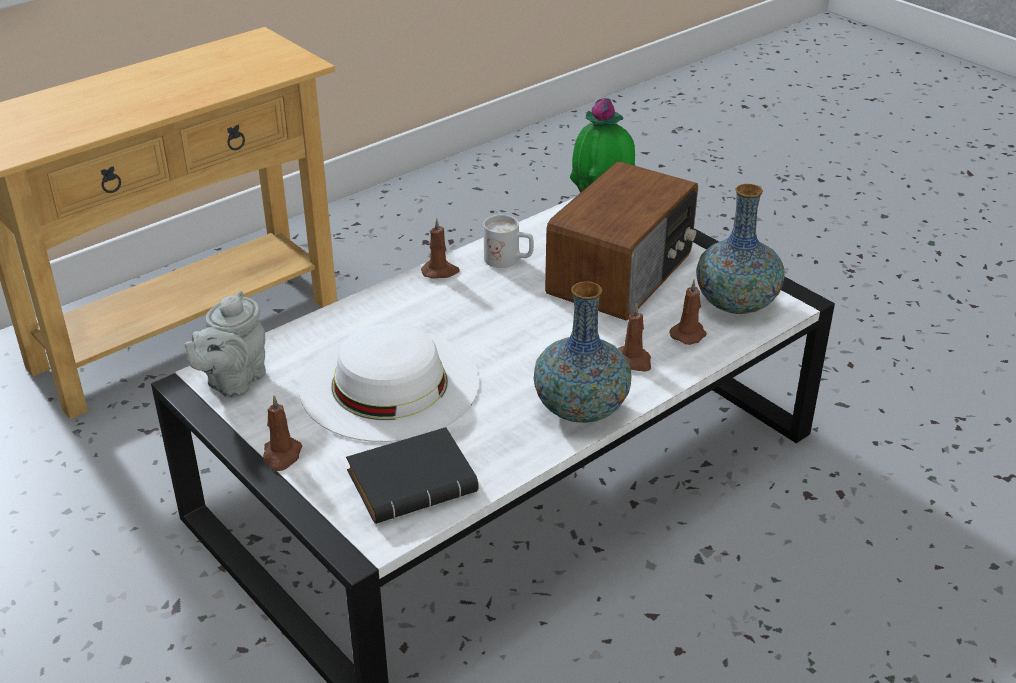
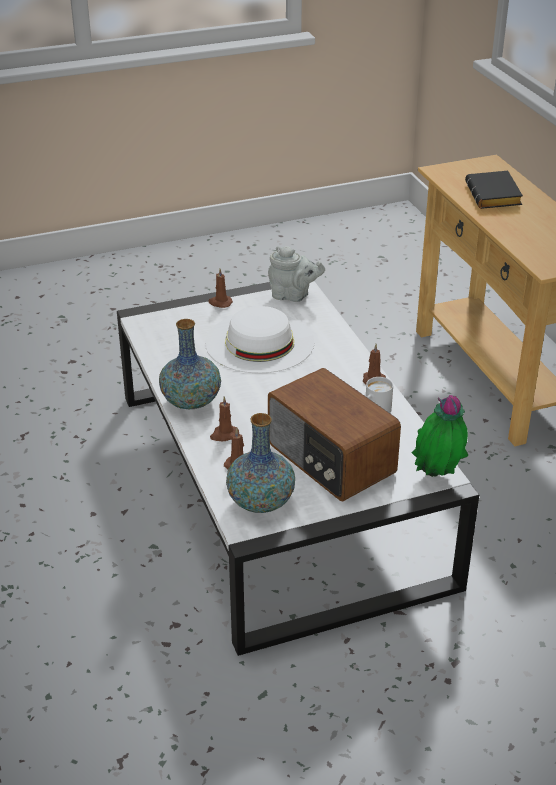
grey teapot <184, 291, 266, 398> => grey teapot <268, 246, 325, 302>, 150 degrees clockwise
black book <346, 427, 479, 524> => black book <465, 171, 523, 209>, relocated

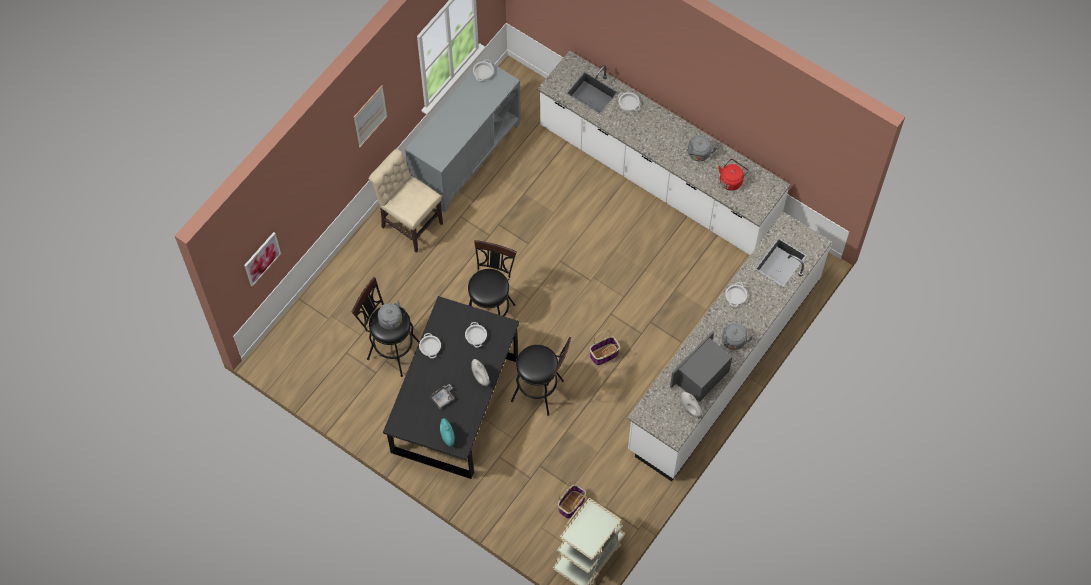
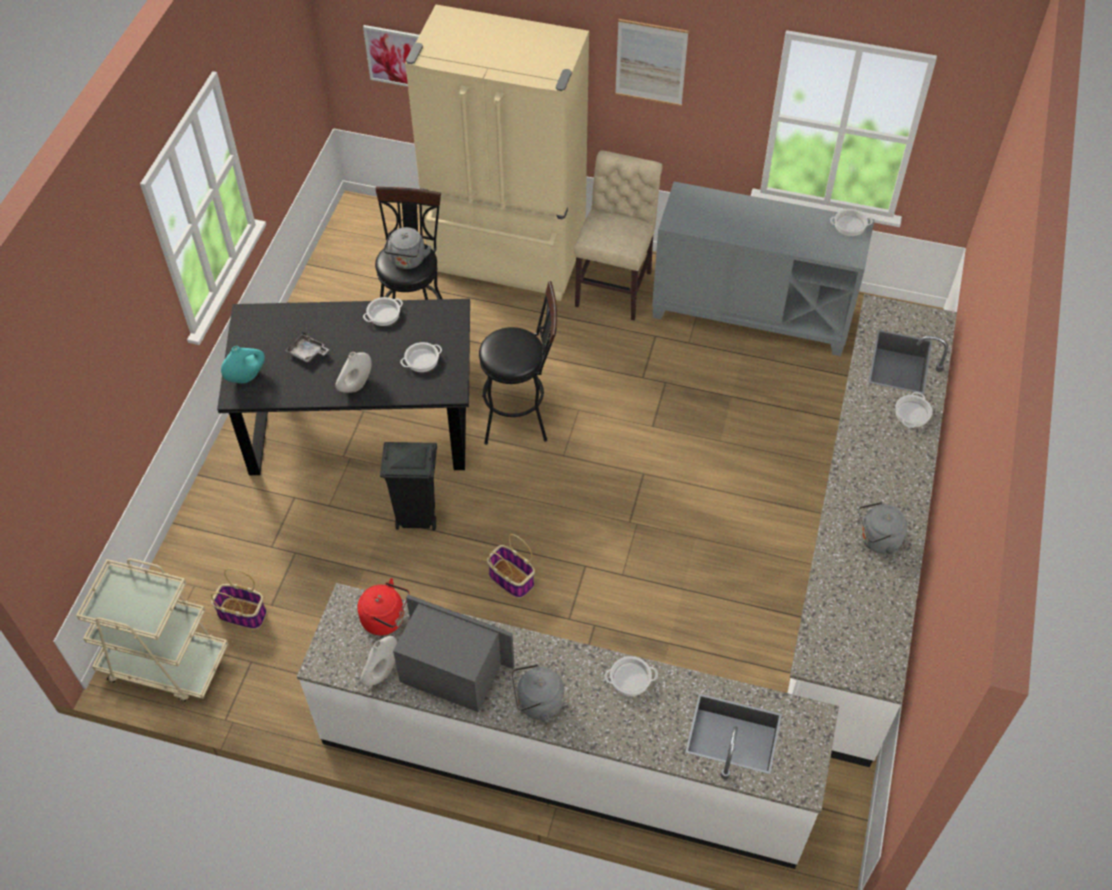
black stool <511, 337, 571, 416> => black trash can <380, 442, 437, 531>
red kettle <718, 159, 749, 191> => red kettle <357, 578, 410, 636>, relocated
nothing => beige fridge <405, 5, 589, 301>

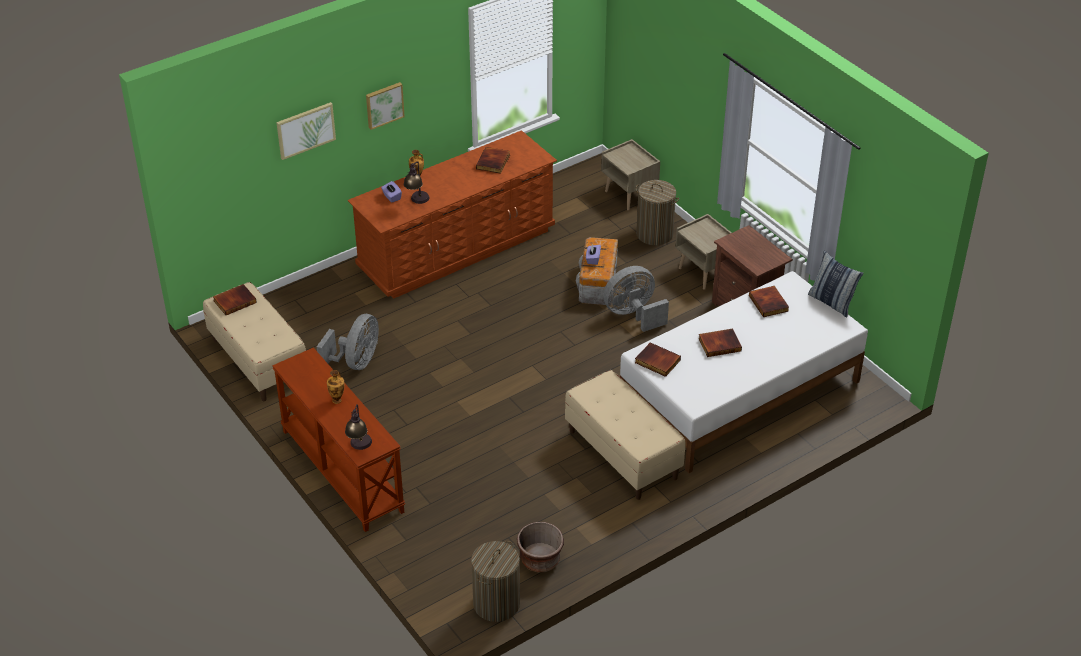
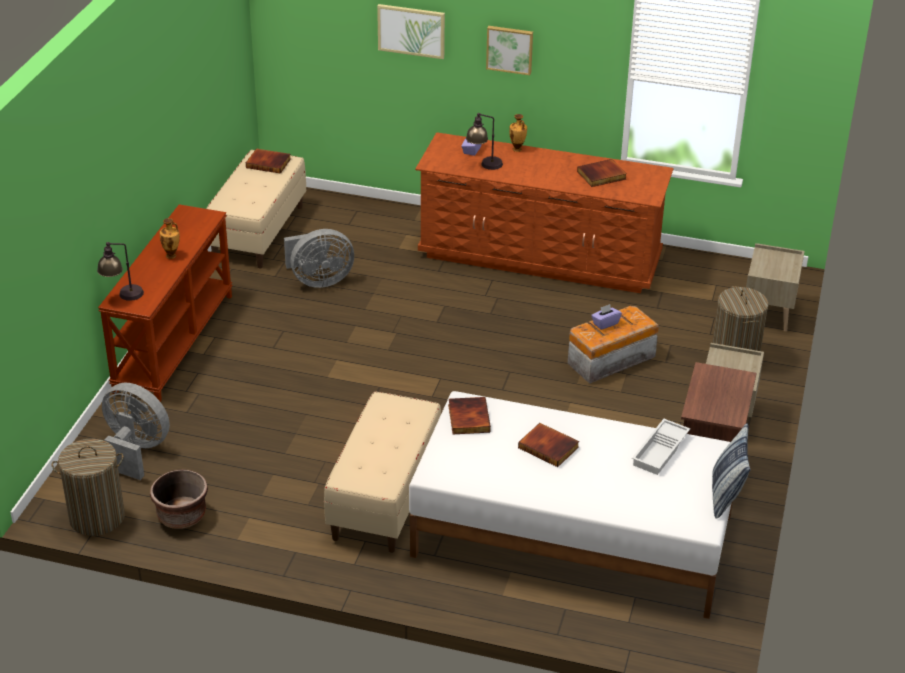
grey fan <603, 266, 669, 332> => grey fan <102, 383, 170, 480>, relocated
book <749, 286, 789, 317> => white tray <632, 419, 690, 475>

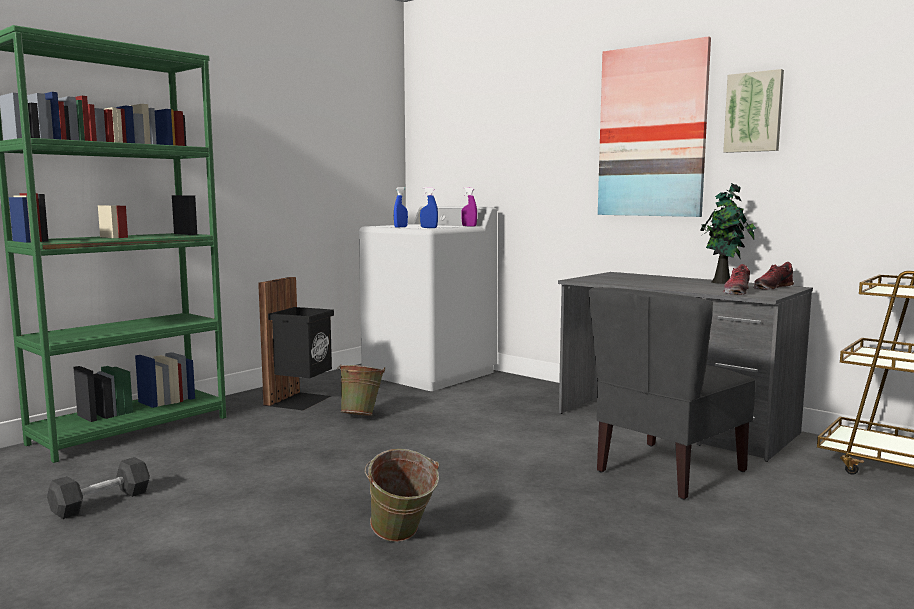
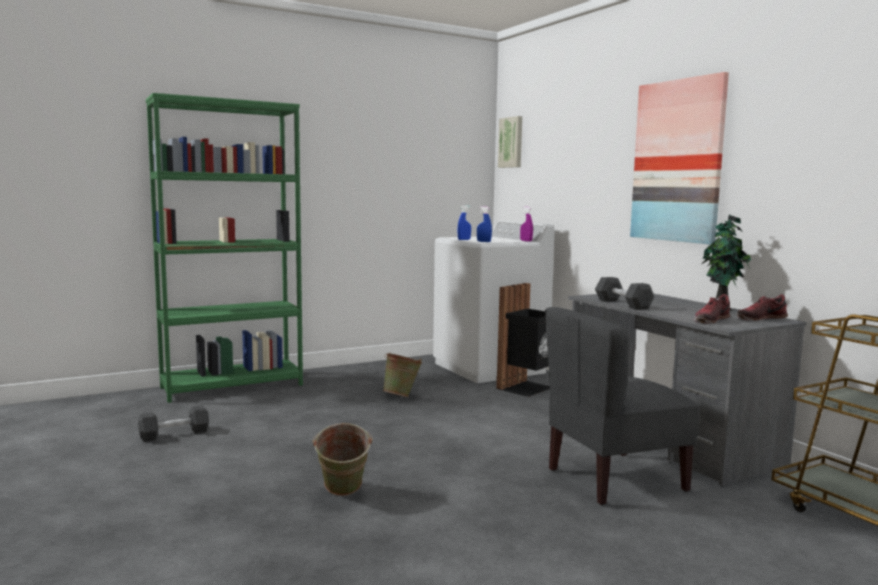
black trash can <258, 277, 334, 410> => black trash can <496, 283, 550, 397>, relocated
picture <723, 69, 784, 153> => picture <498, 116, 522, 168>, relocated
nothing => black dumbbell <595, 277, 655, 310>

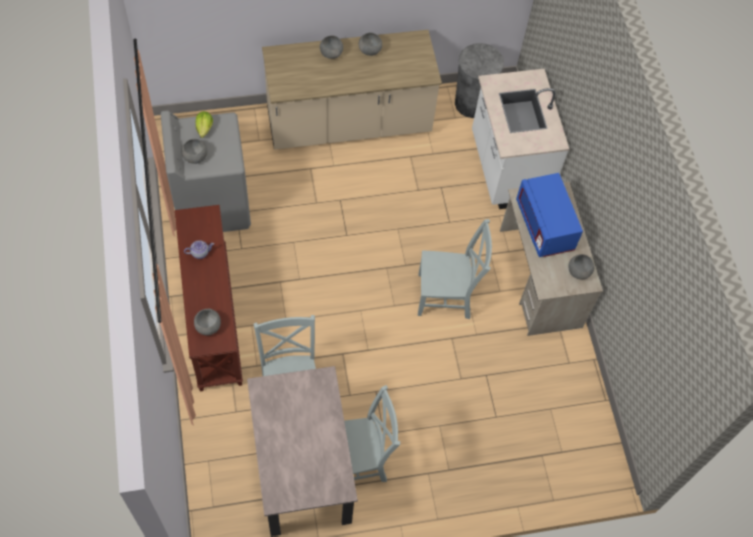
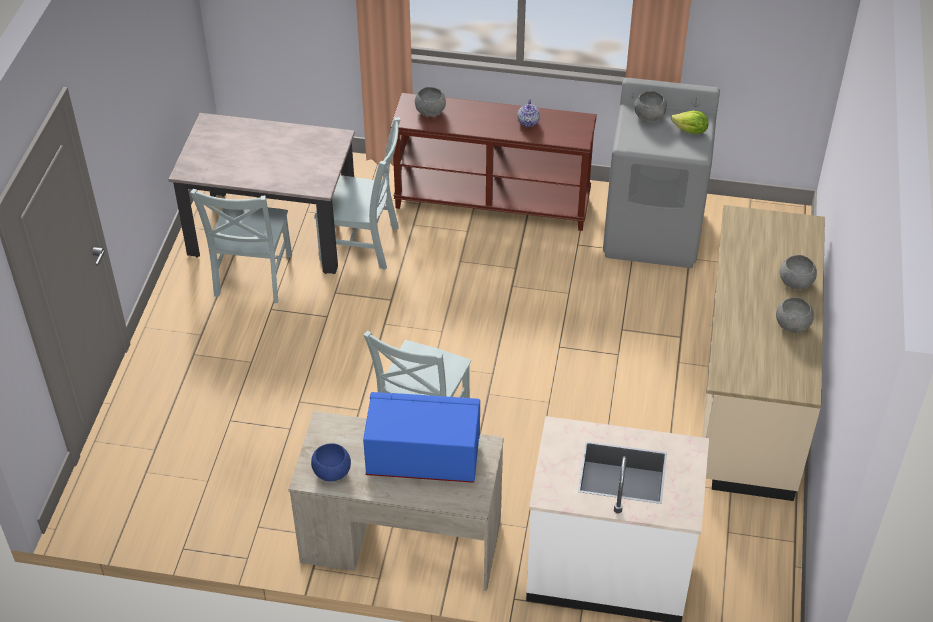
grey trash can <455, 43, 504, 118> => nothing
grey bowl <568, 254, 594, 279> => blue bowl <311, 443, 351, 482>

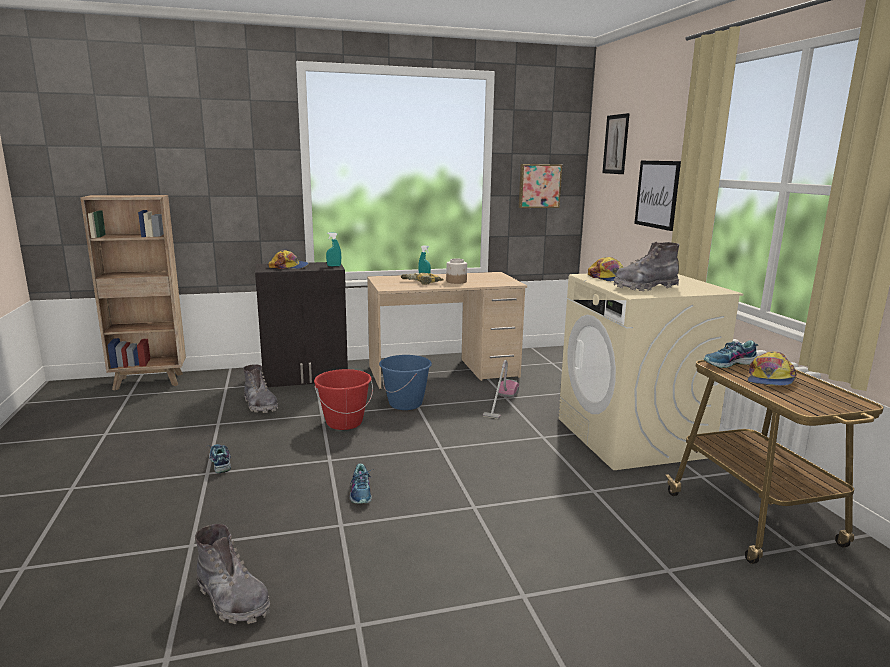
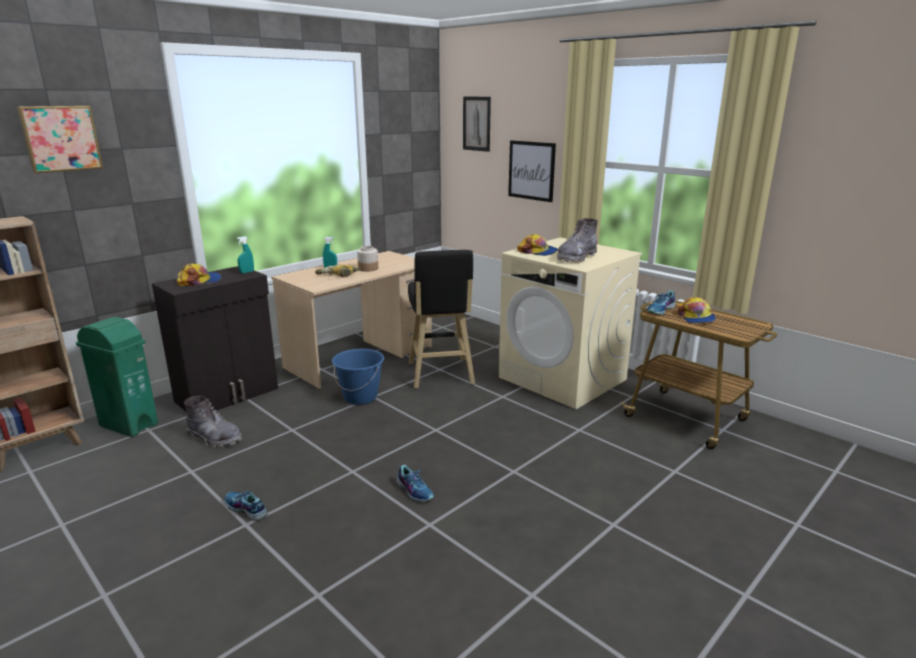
grey boot <195, 524, 270, 624> => nothing
red bucket <314, 369, 373, 430> => nothing
vacuum cleaner <483, 360, 519, 419> => black stool <408, 250, 475, 389>
picture <519, 164, 562, 208> => picture <17, 106, 103, 173>, relocated
nothing => green trash can <76, 317, 158, 437>

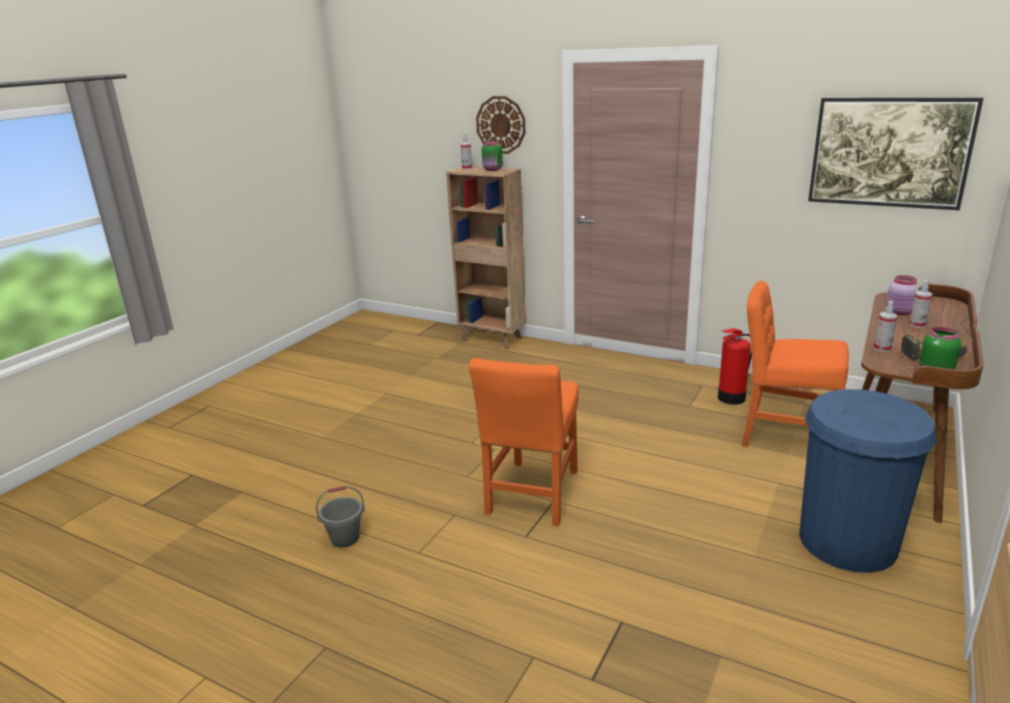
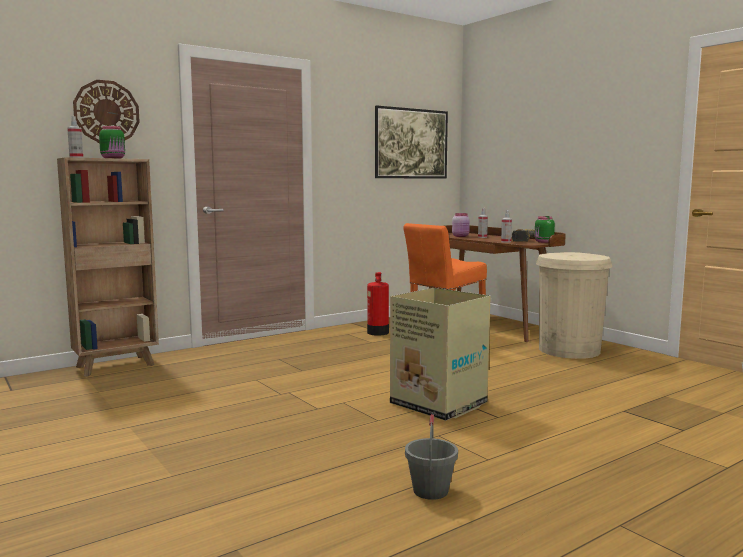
orange chair <469, 358, 579, 526> => cardboard box <390, 288, 491, 421>
blue trash can <799, 389, 937, 573> => beige trash can <536, 252, 612, 359>

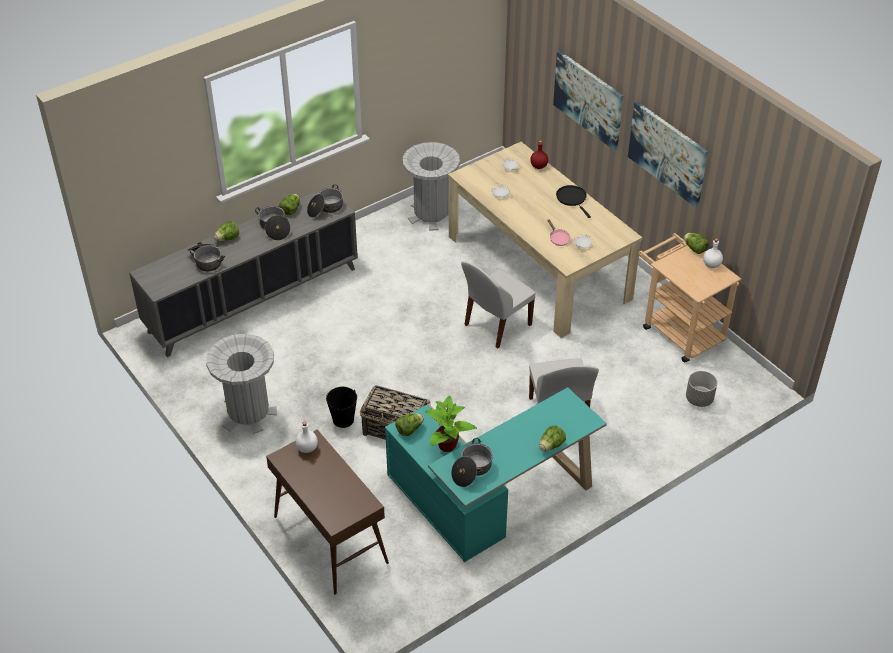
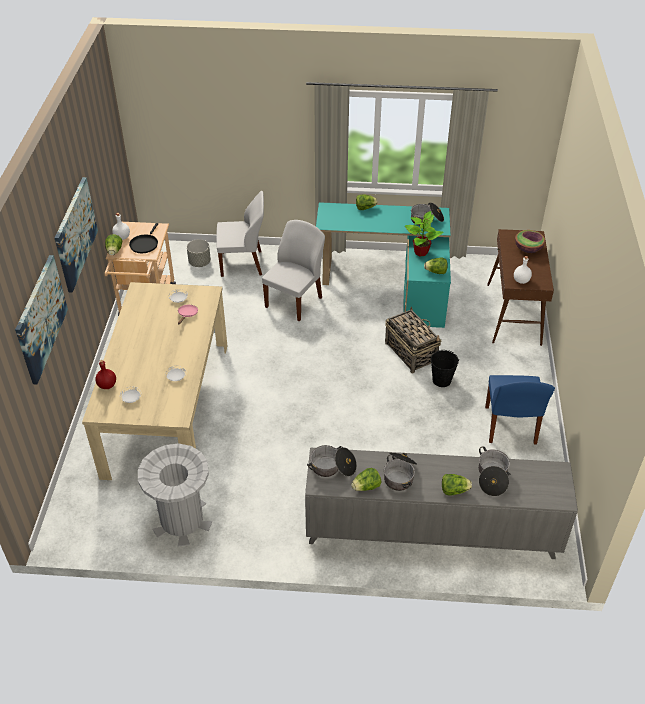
grey trash can <206, 334, 277, 434> => blue chair <485, 375, 555, 444>
white chair <461, 261, 535, 348> => white chair <216, 191, 264, 277>, relocated
black frying pan <556, 185, 591, 218> => black frying pan <129, 223, 158, 253>, relocated
nothing => bowl <515, 230, 545, 253>

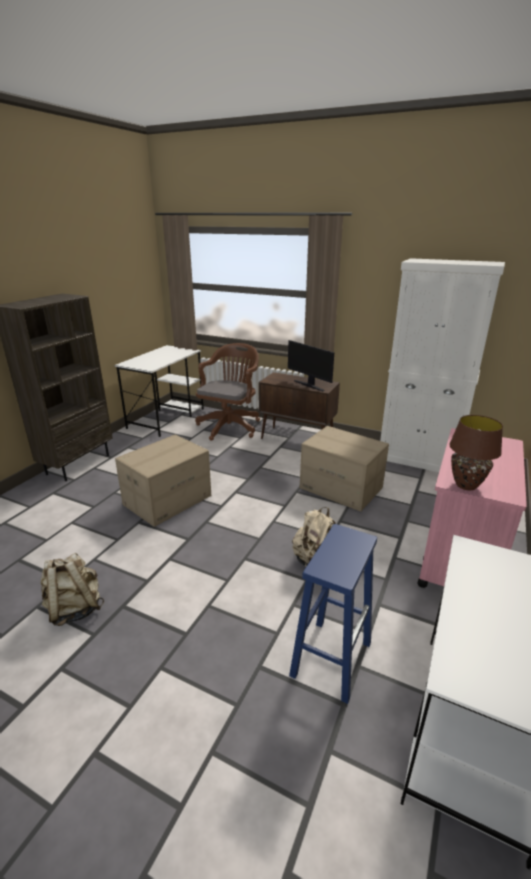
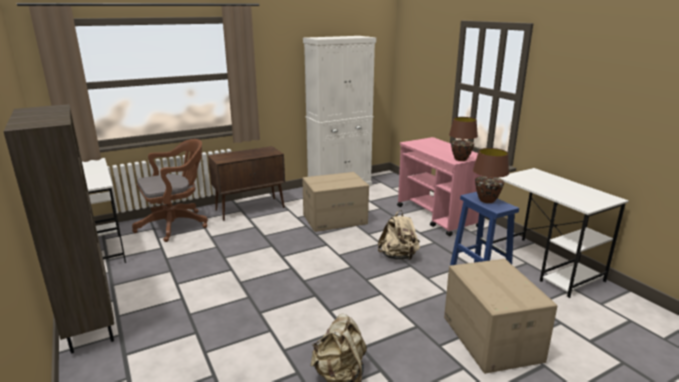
cardboard box <115, 434, 211, 527> => cardboard box <444, 259, 558, 374>, relocated
brown office chair <195, 343, 260, 441> => brown office chair <132, 139, 208, 242>, 90 degrees clockwise
monitor <288, 340, 334, 392> => nothing
nothing => brown table lamp <473, 148, 509, 203>

